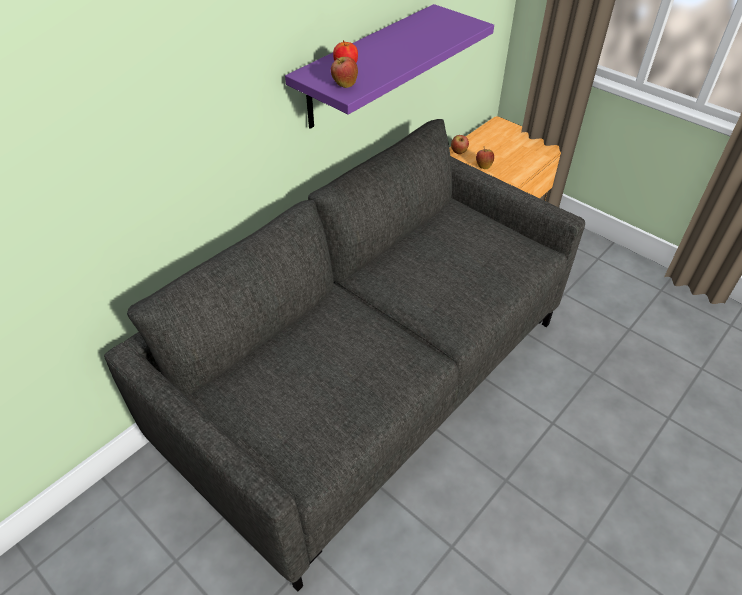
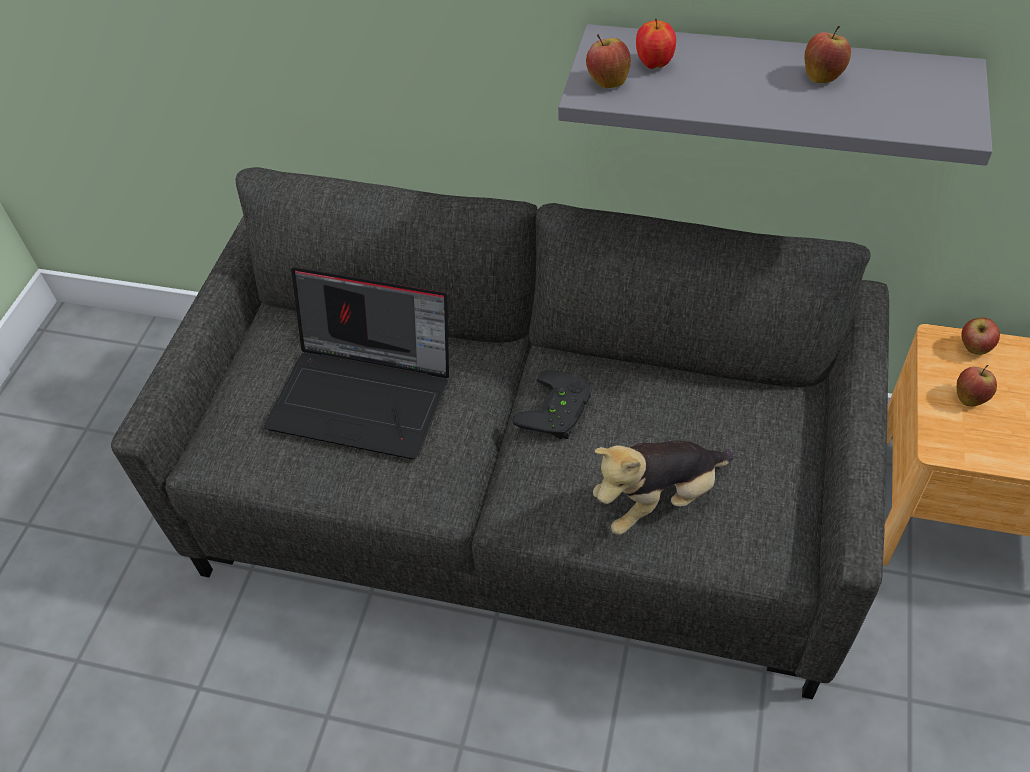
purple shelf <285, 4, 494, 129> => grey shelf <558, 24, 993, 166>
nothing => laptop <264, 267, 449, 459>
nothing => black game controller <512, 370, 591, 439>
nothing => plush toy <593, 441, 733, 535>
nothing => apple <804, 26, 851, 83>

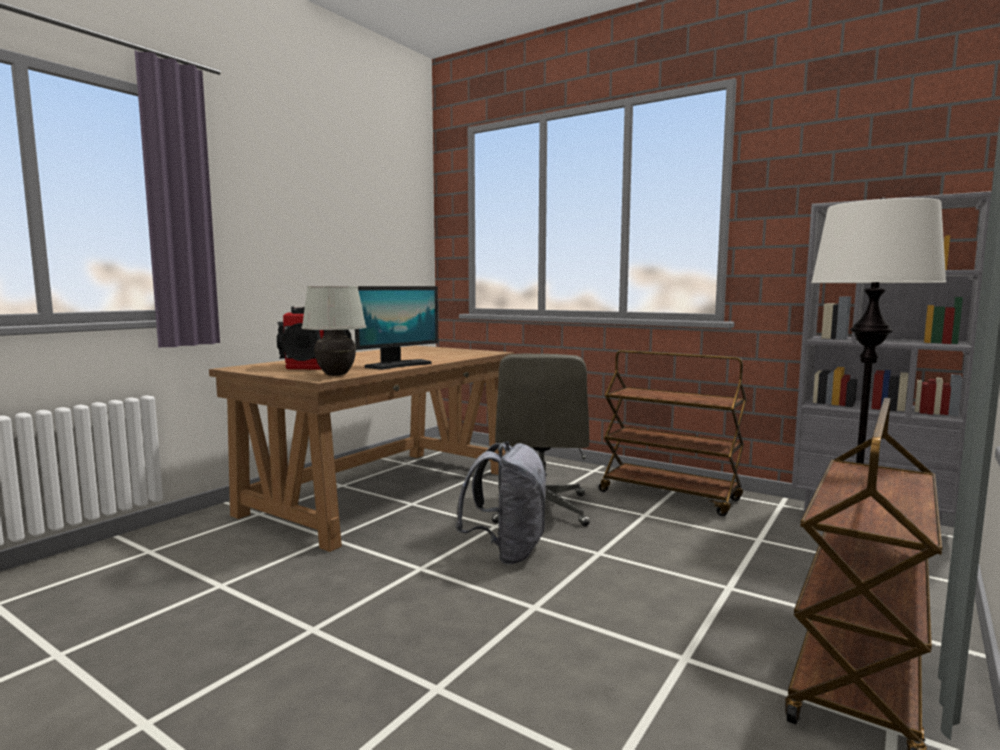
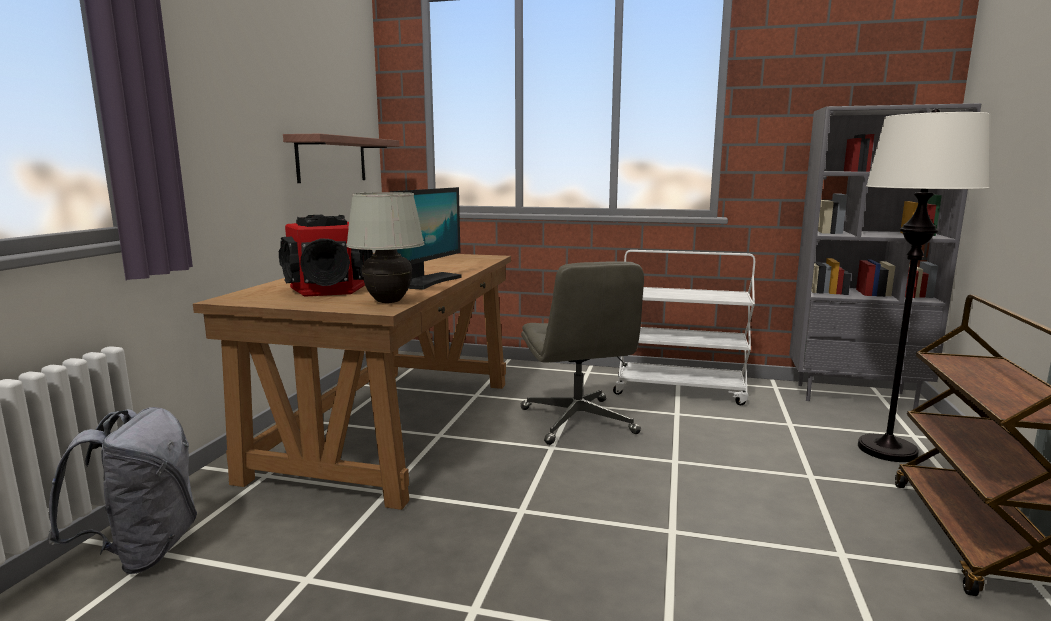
grey backpack <455, 442, 547, 564> => grey backpack <47, 407, 197, 574>, relocated
brown cart <599, 350, 747, 516> => white cart <613, 250, 755, 405>
nothing => shelf <283, 134, 399, 183>

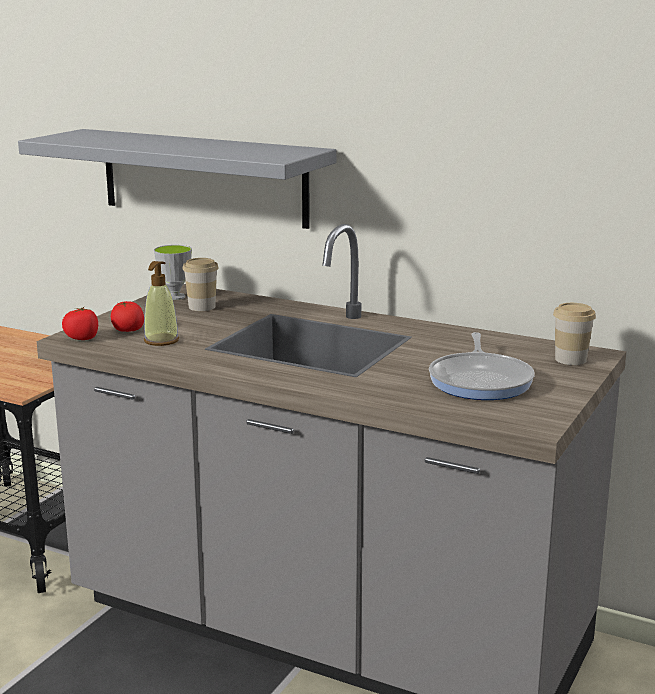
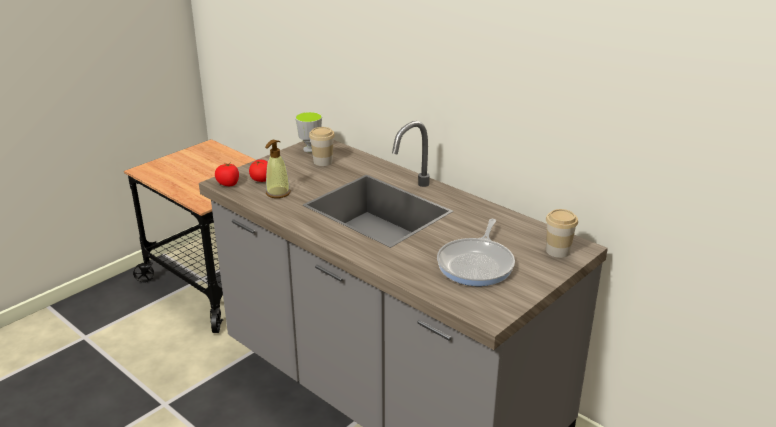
grey shelf <18, 129, 337, 229> => nothing

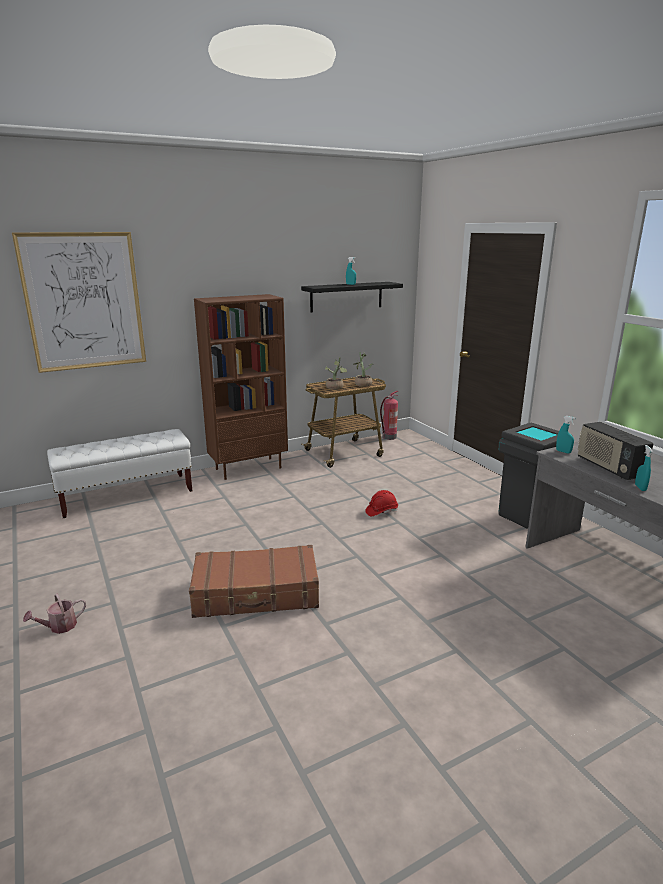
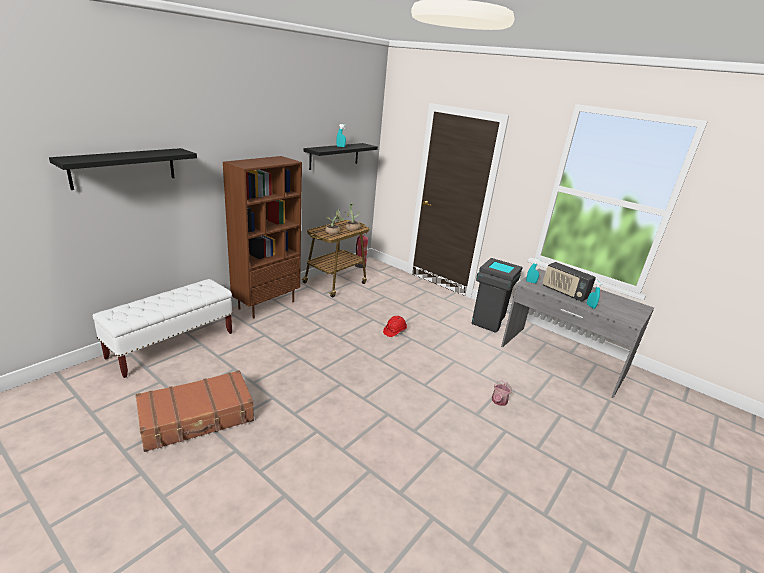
picture <12, 232, 146, 373> => black shelf <49, 148, 197, 190>
watering can <23, 594, 86, 634> => watering can <492, 381, 512, 406>, relocated
brown suitcase <189, 545, 319, 618> => brown suitcase <135, 370, 254, 452>, relocated

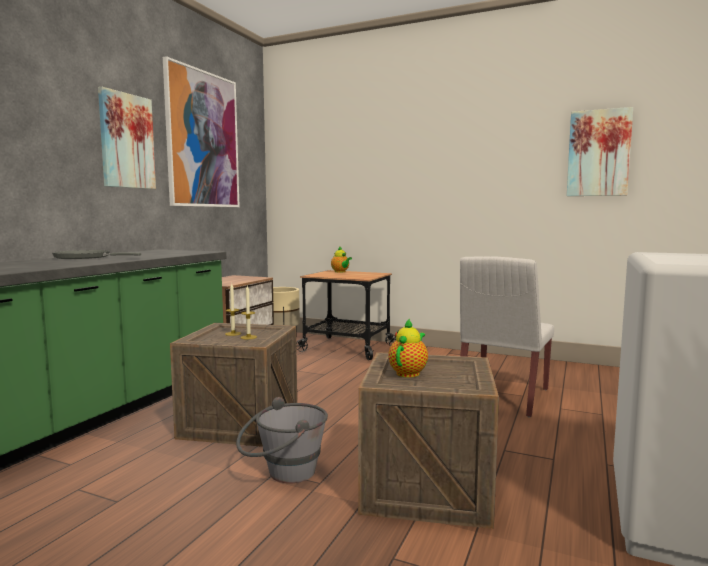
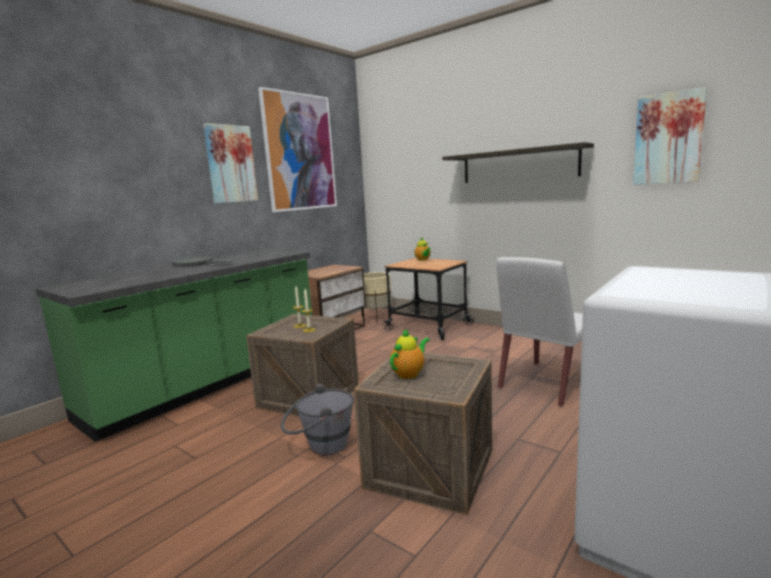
nothing => shelf <442, 142, 594, 183>

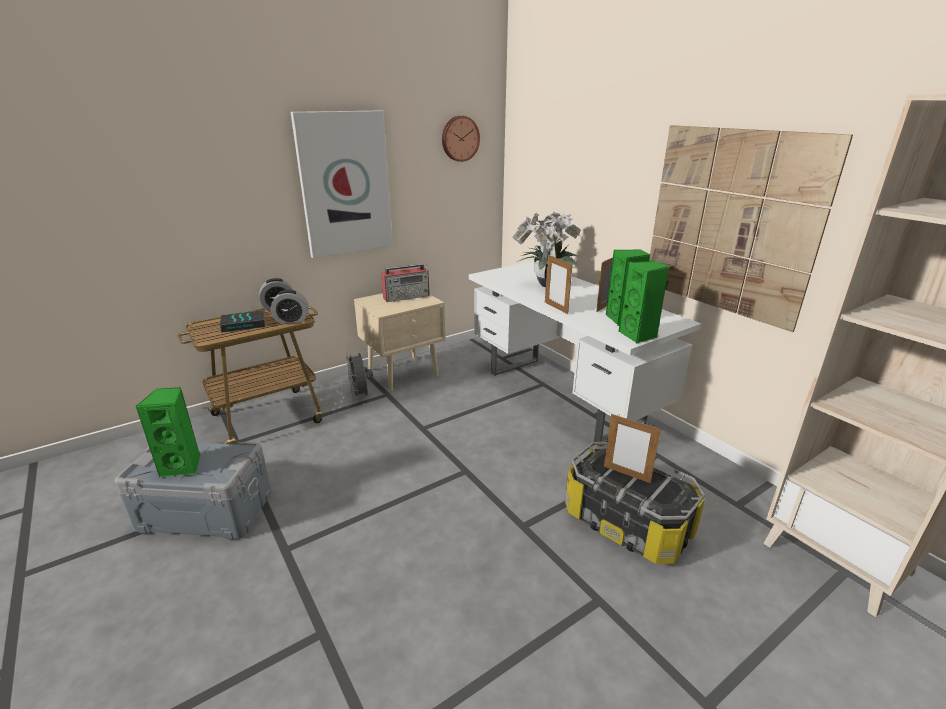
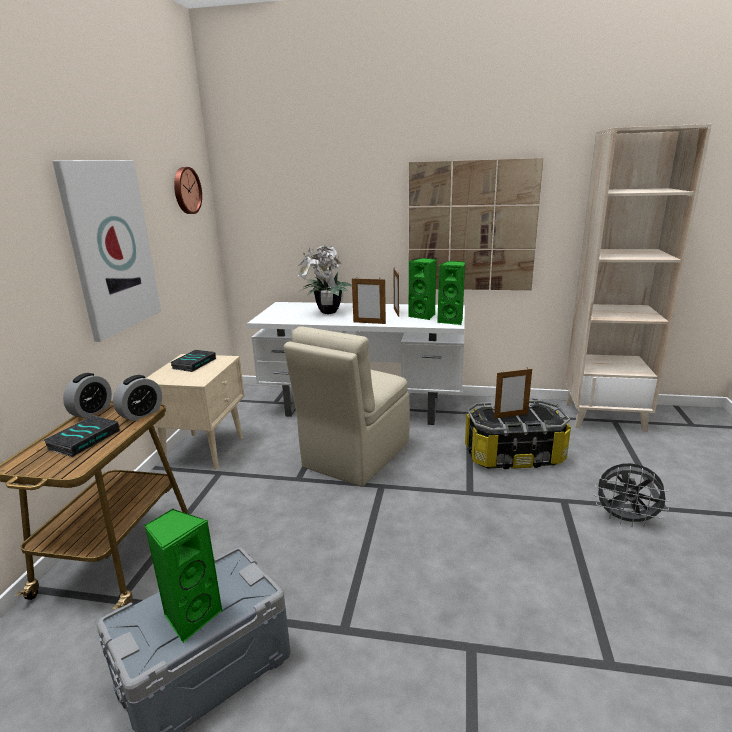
grey fan <346, 351, 373, 401> => grey fan <594, 463, 671, 527>, relocated
radio <381, 264, 430, 302> => book <170, 350, 216, 372>
nothing => beige chair <284, 326, 410, 487>

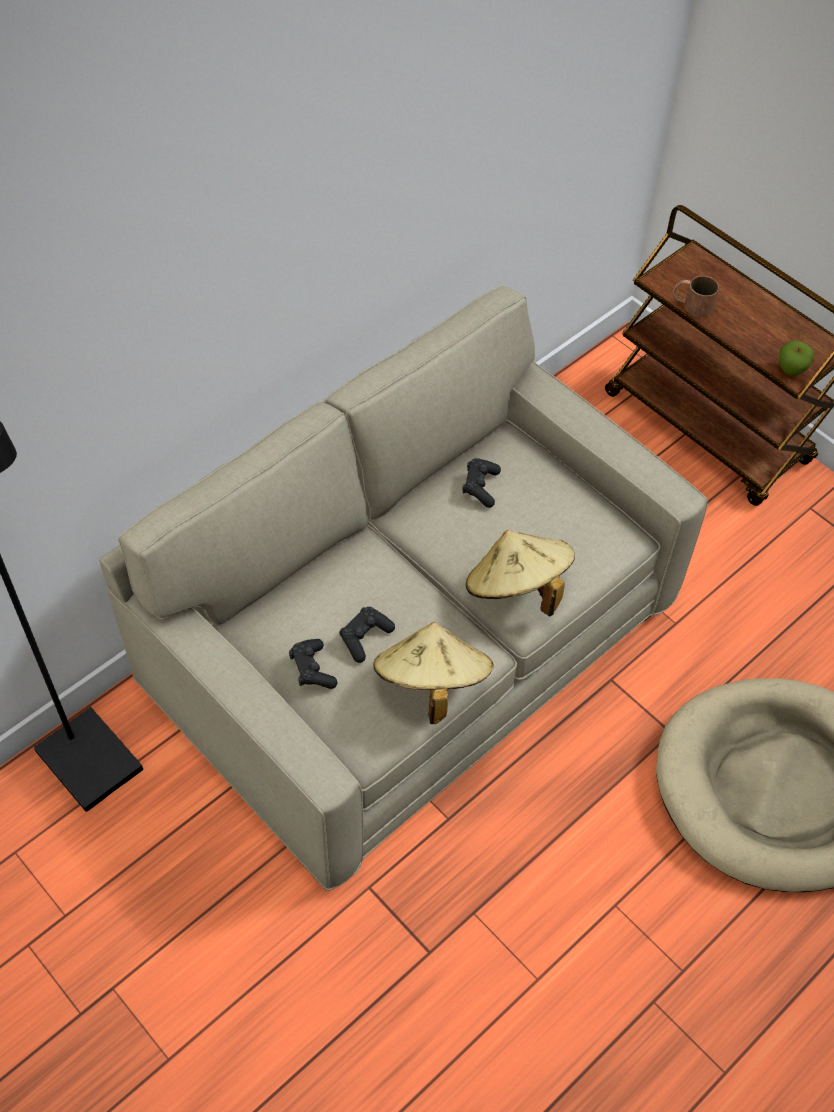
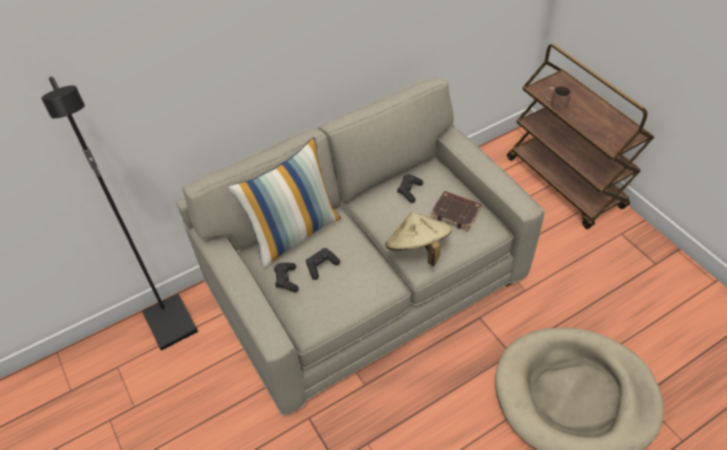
beige hat <373, 622, 494, 724> => nothing
apple <779, 340, 814, 376> => nothing
nothing => pillow <228, 137, 341, 268>
nothing => brown book <430, 191, 482, 231>

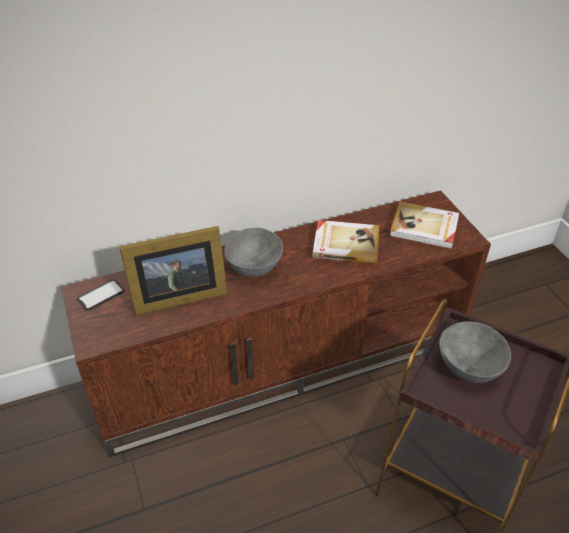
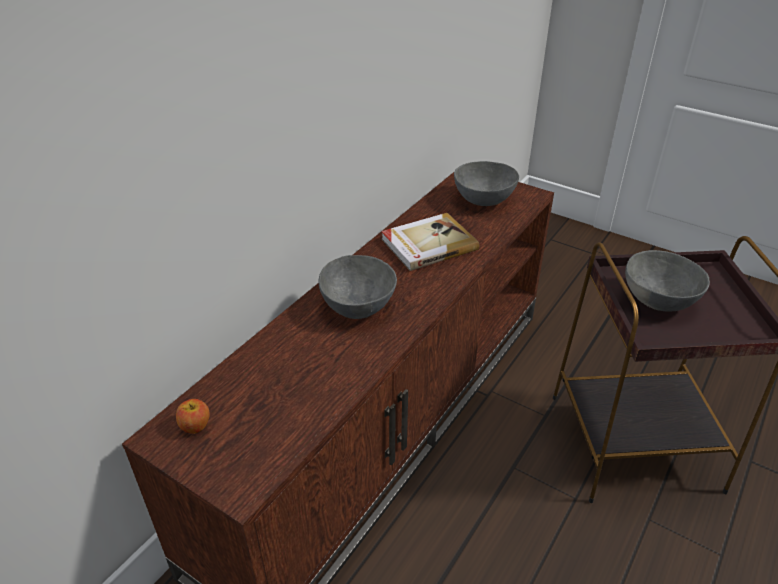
phone <77, 279, 124, 311> => apple <176, 399, 210, 434>
picture frame <119, 226, 228, 316> => nothing
book <390, 202, 459, 249> => grey bowl <454, 161, 519, 206>

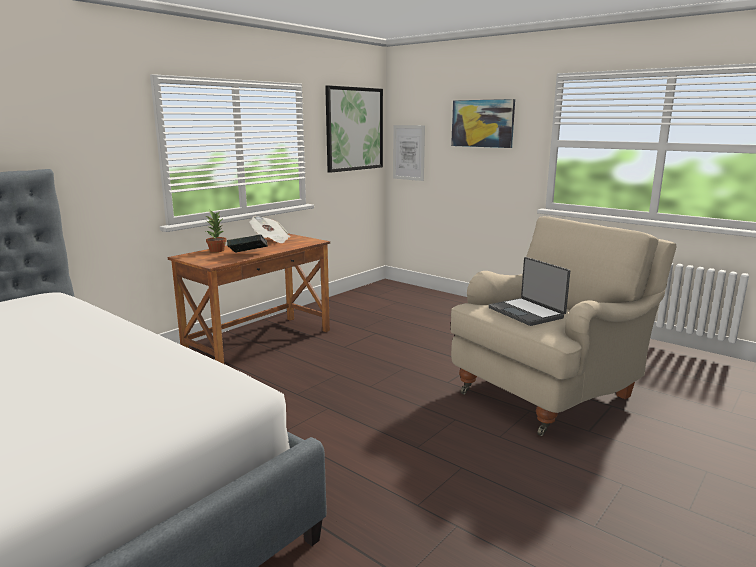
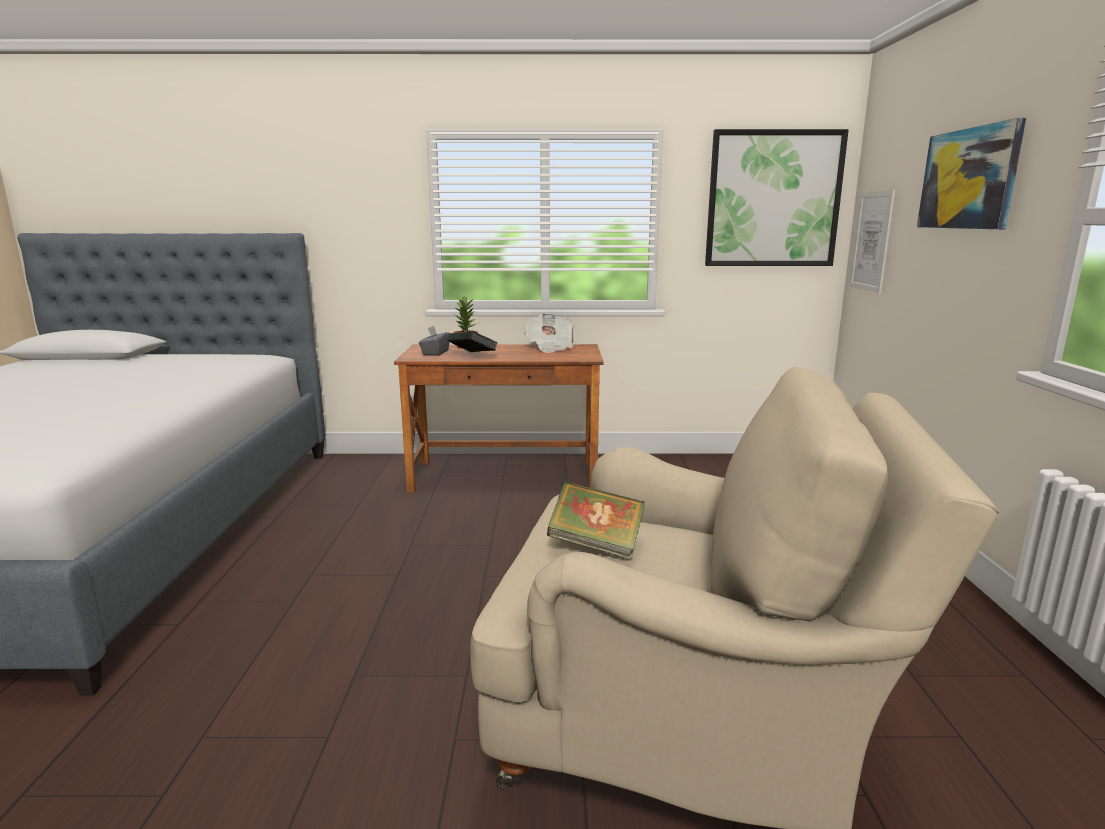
laptop <488, 257, 570, 326> => book <547, 481, 645, 559>
nothing => grey tissue box <419, 326, 450, 356>

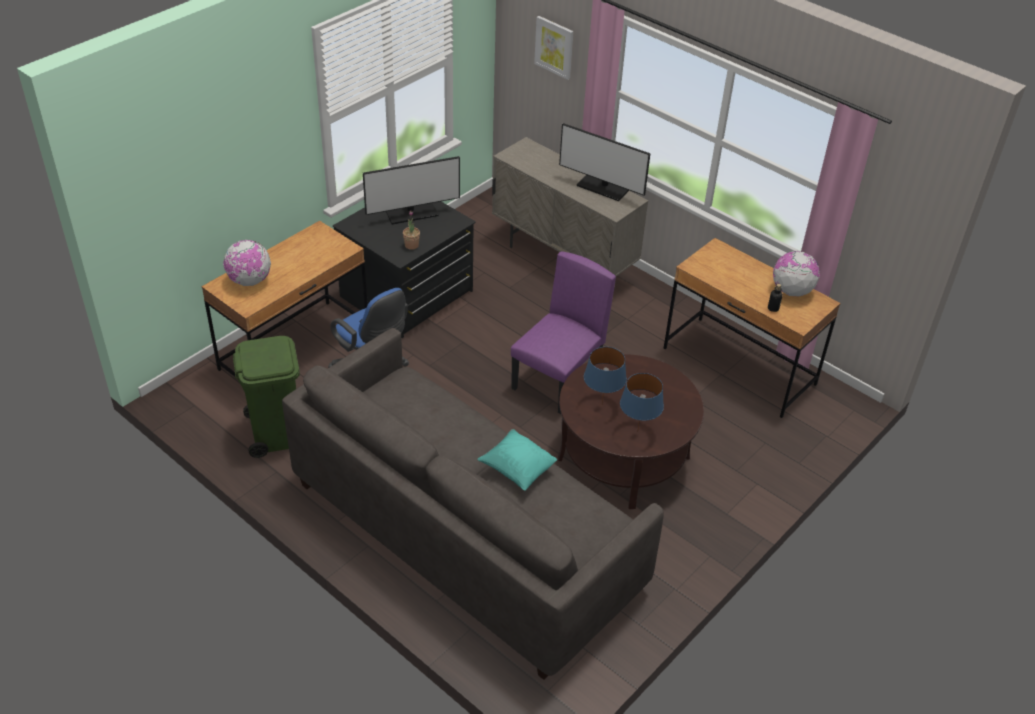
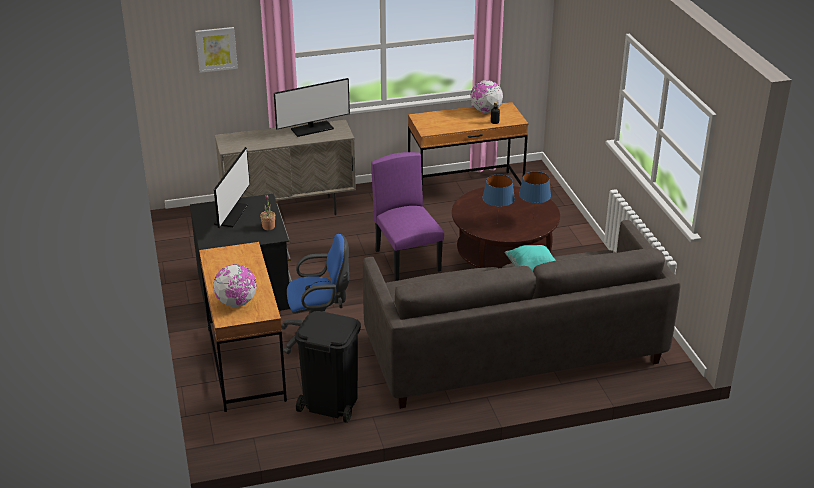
green trash can <233, 336, 300, 458> => black trash can <295, 311, 361, 423>

